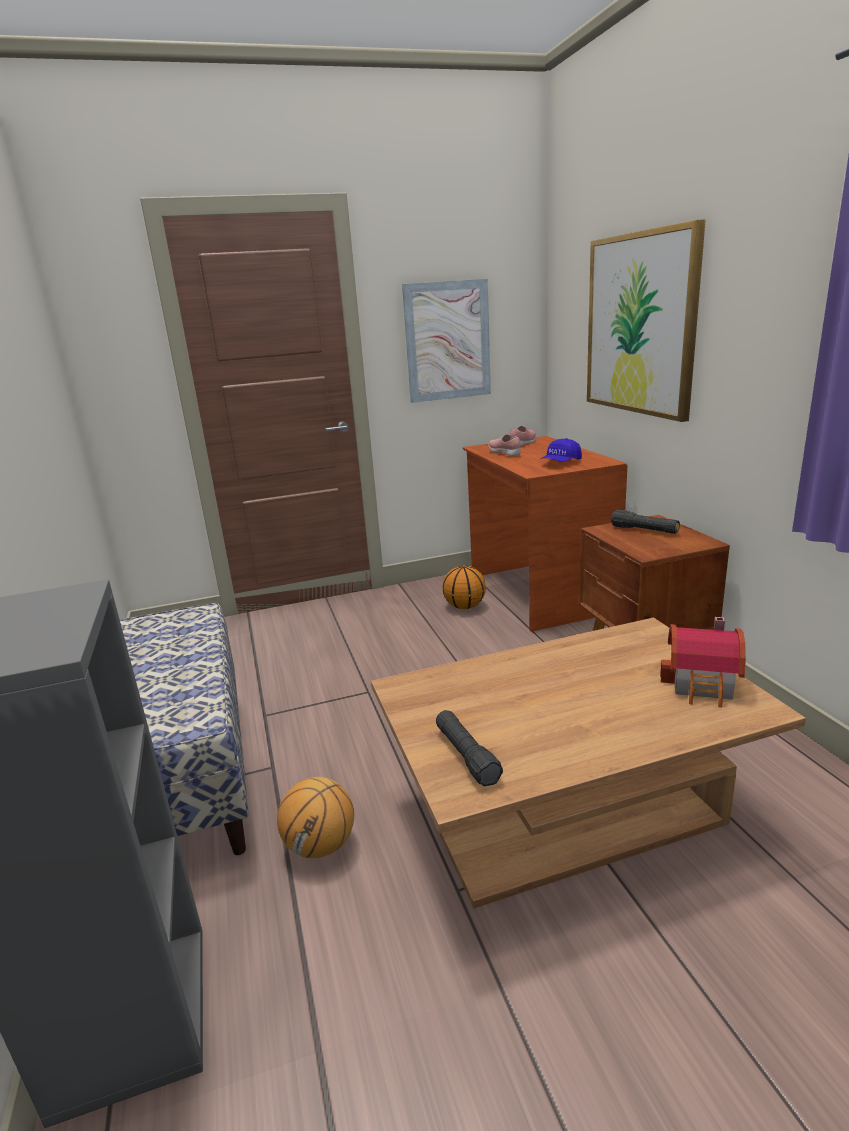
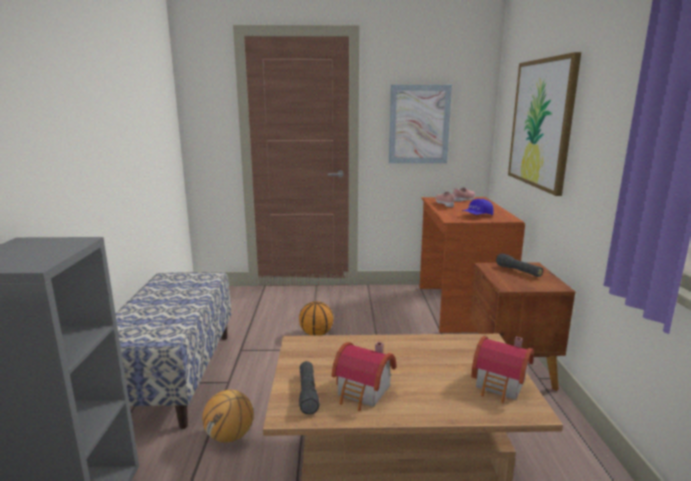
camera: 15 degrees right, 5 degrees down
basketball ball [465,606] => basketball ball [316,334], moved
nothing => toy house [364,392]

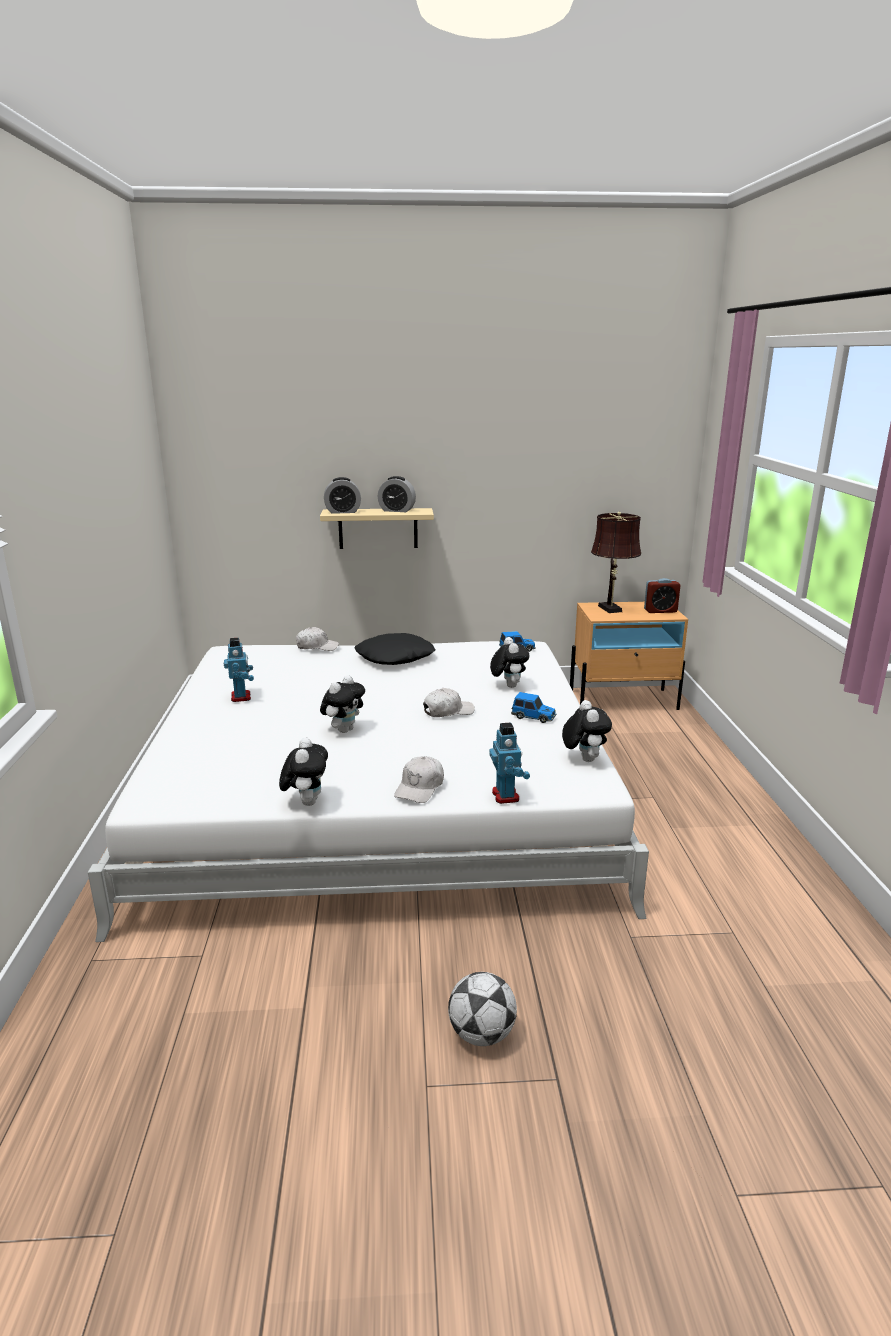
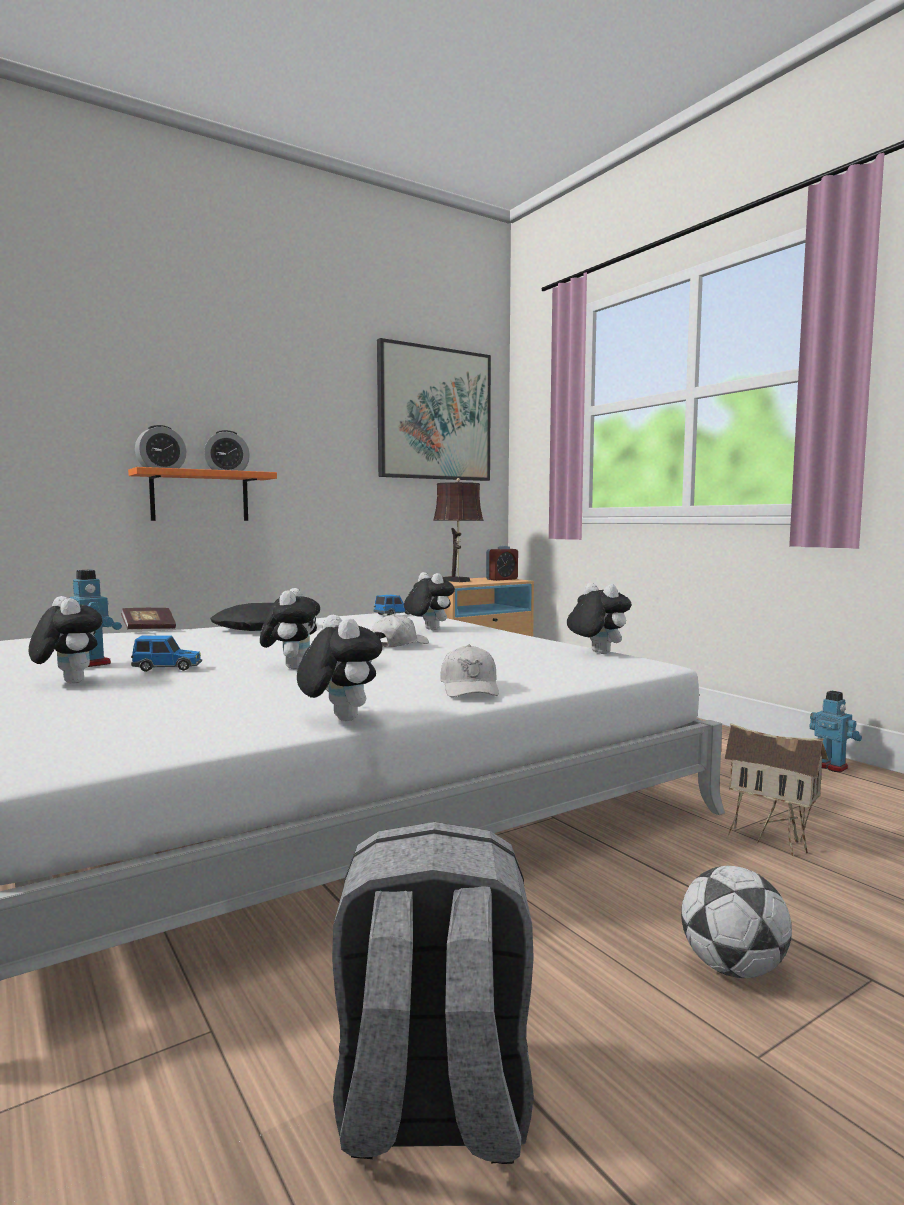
camera: 30 degrees left, 15 degrees down
bracket shelf in sand-coloured [378,528] => bracket shelf in orange-coloured [200,496]
cap in white-coloured [317,647] => volume [149,629]
model car [533,717] => model car [168,668], moved
model robot [506,796] => model robot [831,766], moved
nothing => wall art [434,414]
nothing => plush toy [67,682]
nothing => toy house [771,841]
nothing => rucksack in greyish [432,1109]

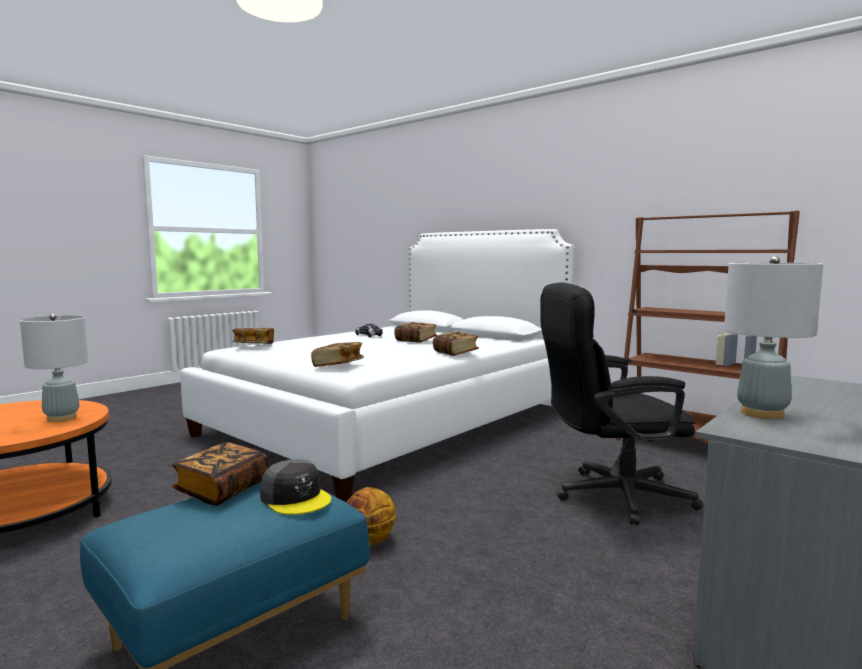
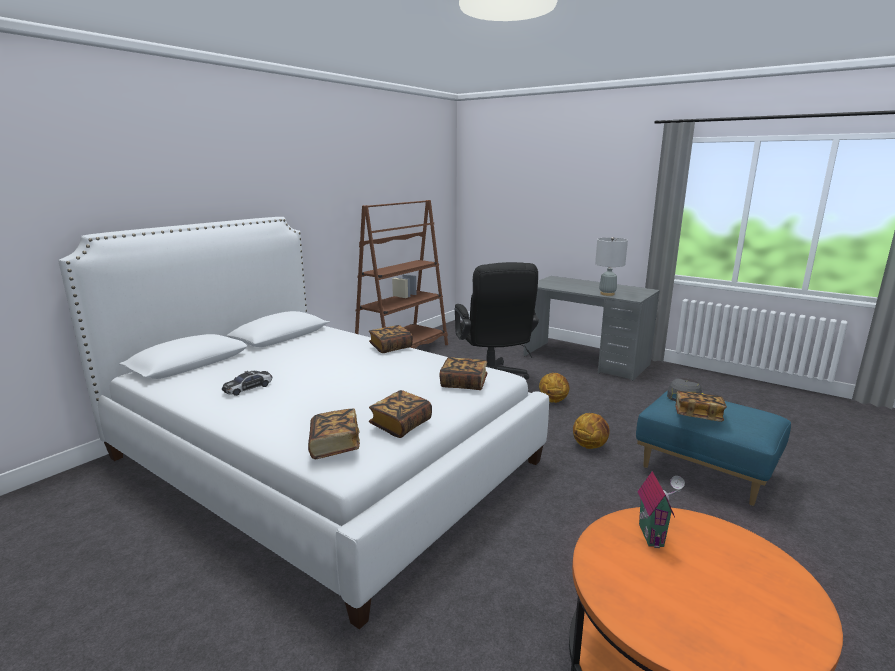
camera: 95 degrees left, 10 degrees up
lamp for a table in greyish [62,418] => toy house [653,535]
volume [415,341] => volume [401,425], moved
nothing => basketball ball [553,400]

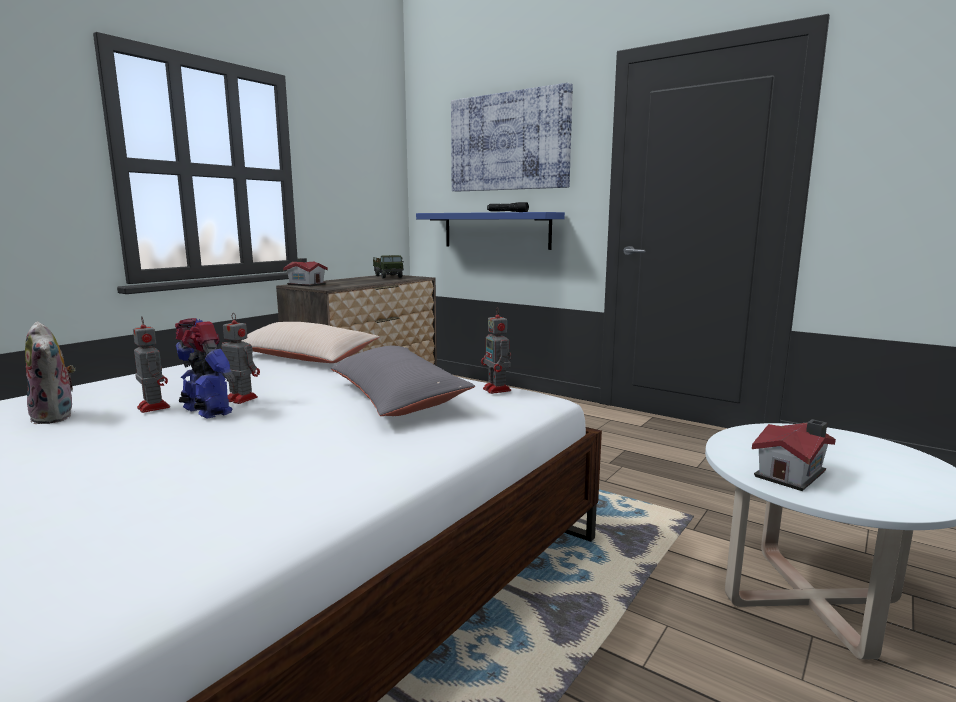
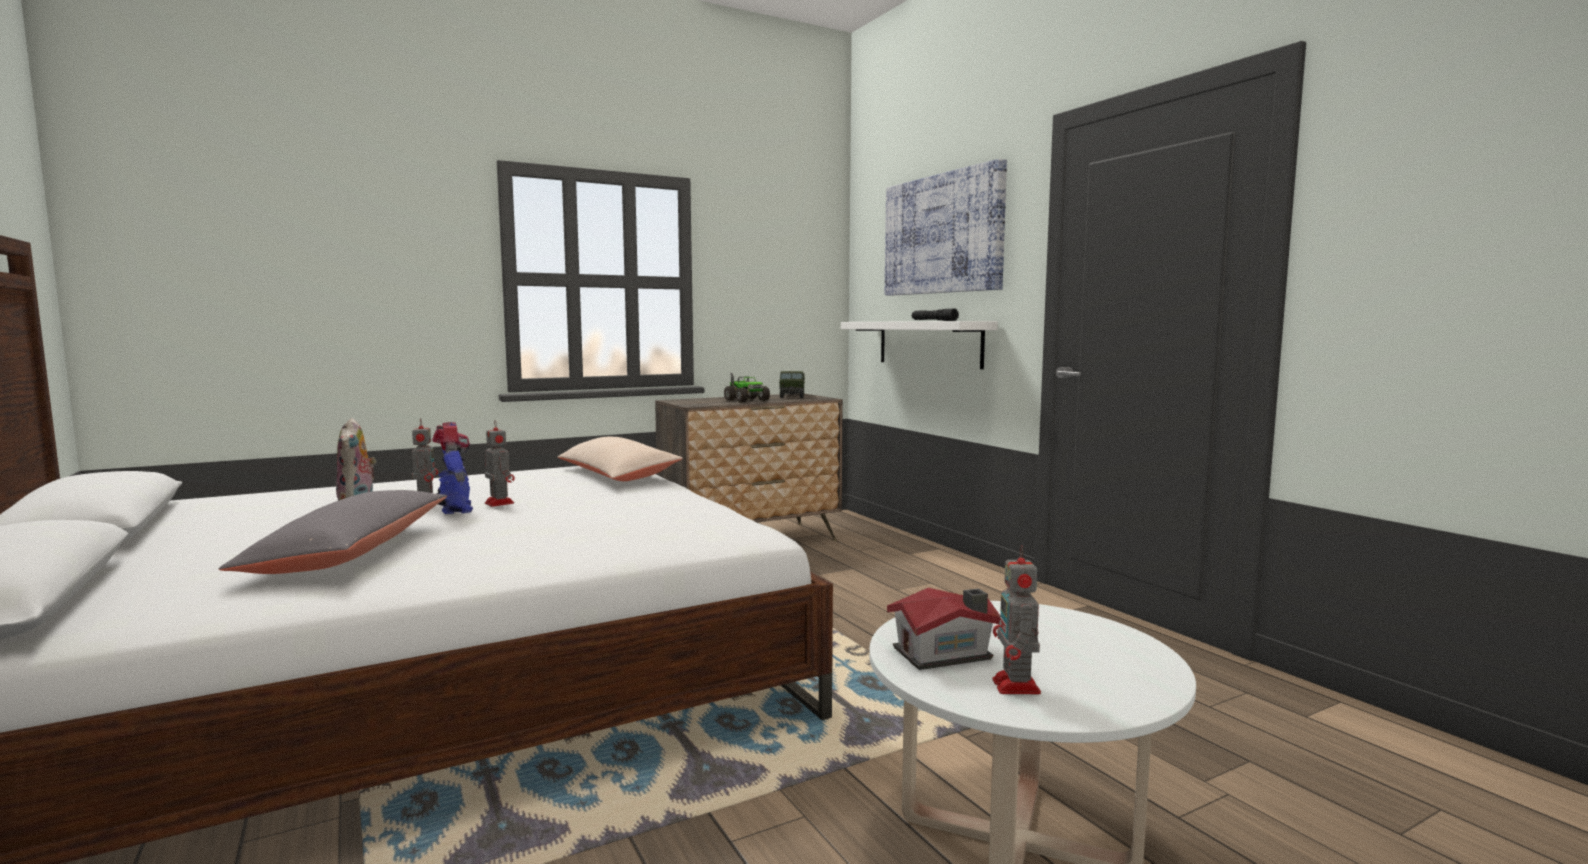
camera: 25 degrees right, 5 degrees down
bracket shelf in blue [496,230] => bracket shelf in white-coloured [929,343]
toy house [306,284] => nothing
model robot [497,390] => model robot [1016,687], moved
pillow in greyish [396,397] => pillow in greyish [350,553], moved
nothing => toy lorry [746,400]

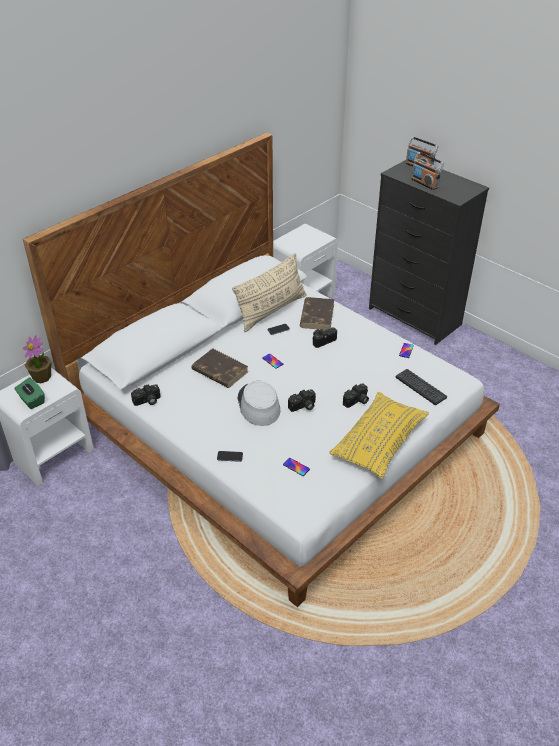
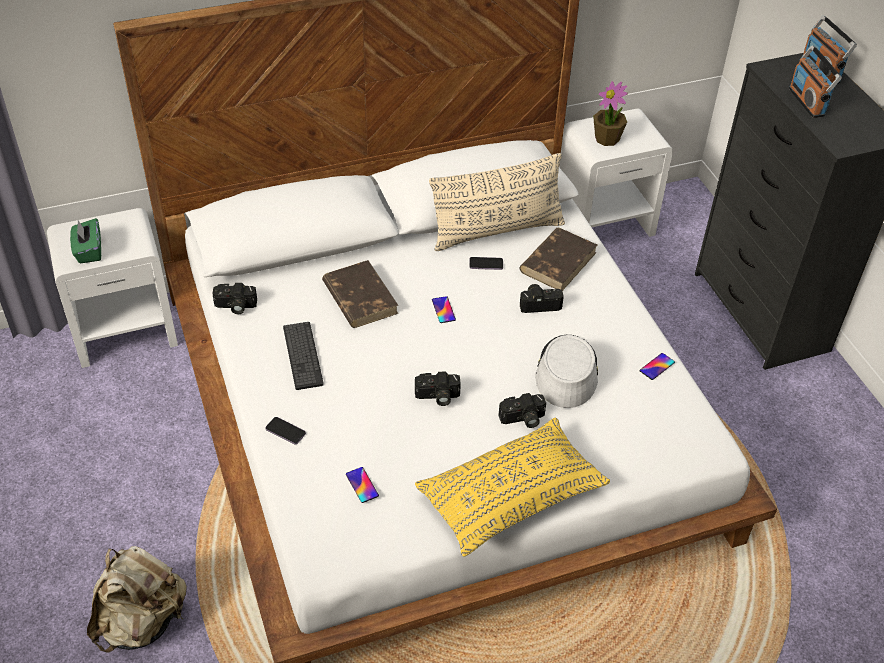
camera: 25 degrees right, 5 degrees up
plant in a pot [41,377] => plant in a pot [607,139], moved
PC keyboard [420,387] => PC keyboard [303,356], moved
clothing hat in greyish [258,405] => clothing hat in greyish [566,372], moved
nothing => rucksack in sand-coloured [142,622]

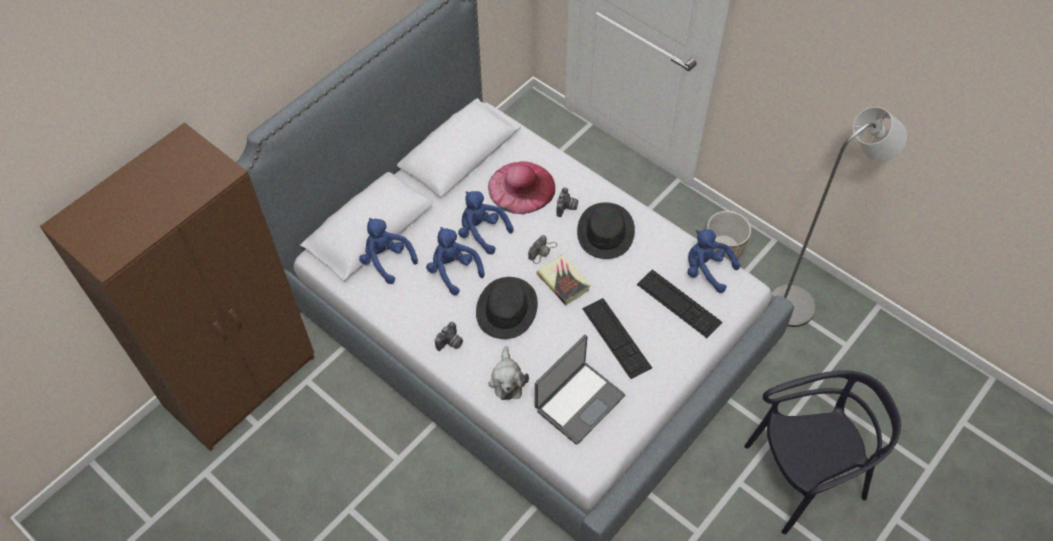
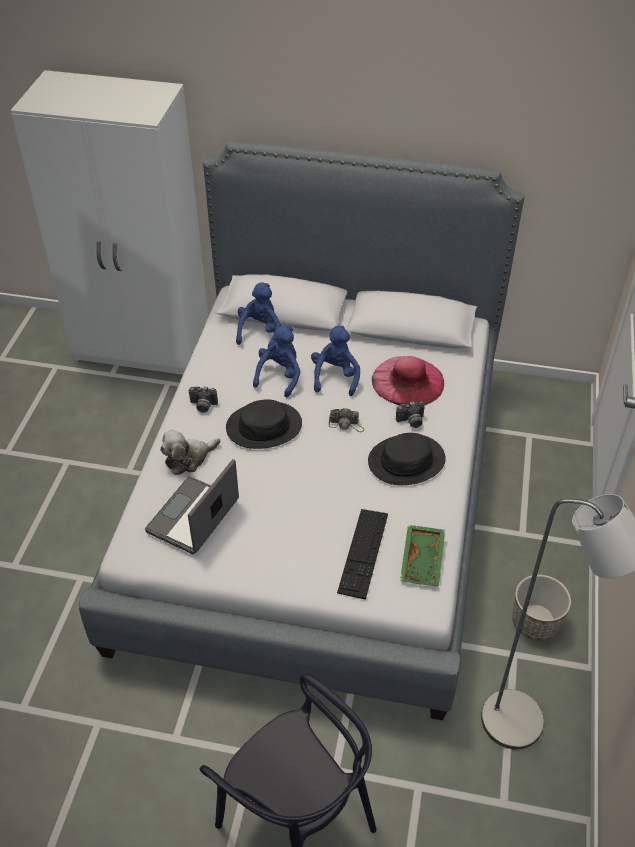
camera: 60 degrees right, 10 degrees down
clothes cupboard in brownish [242,382] => clothes cupboard in white-coloured [144,348]
plush toy in blue [706,270] => serving tray in greenish [423,561]
volume [563,281] => nothing
PC keyboard [616,338] => nothing
laptop [578,401] => laptop [194,517], 105 degrees clockwise

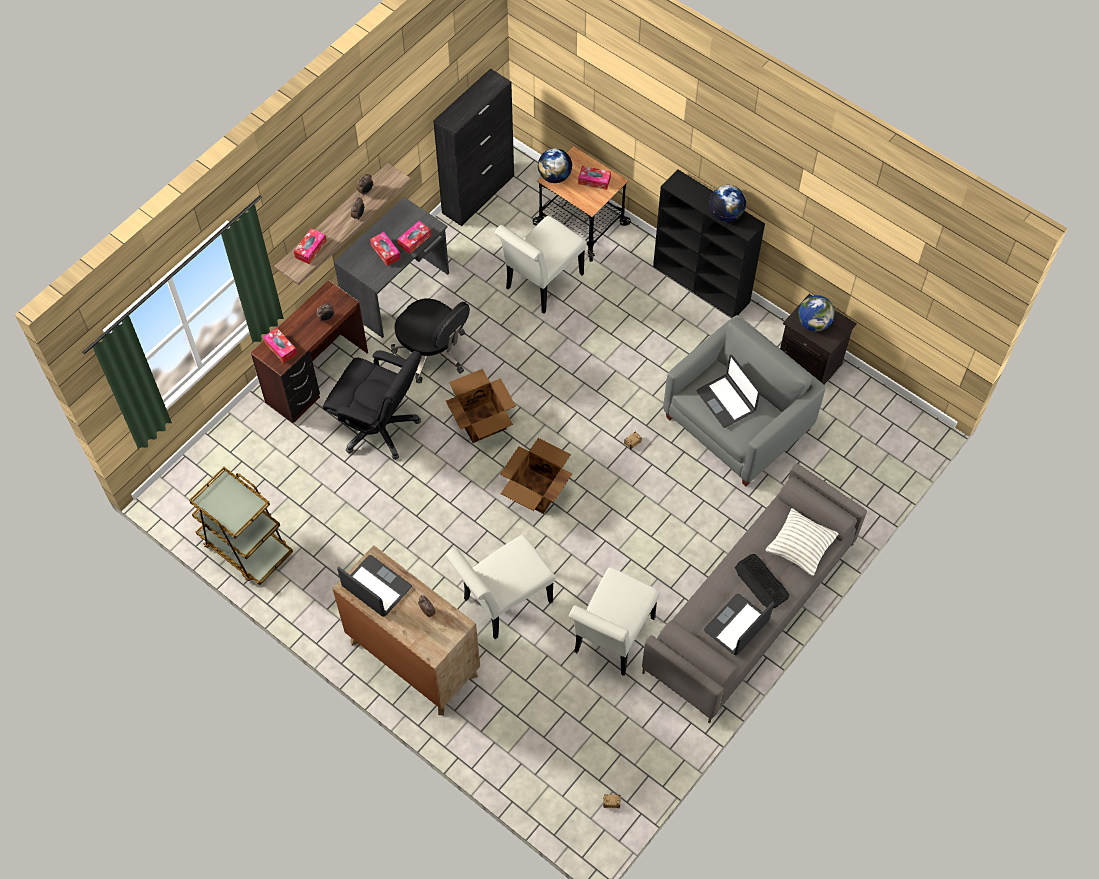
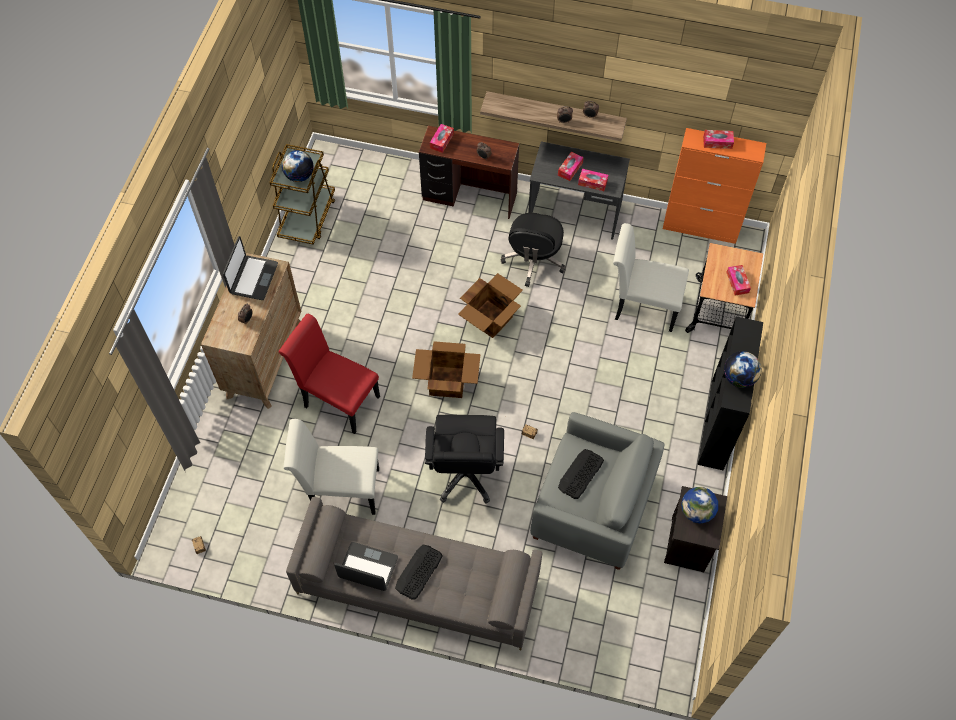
camera: 65 degrees right, 0 degrees up
storage cabinet in black-coloured [478,194] => storage cabinet in orange-coloured [701,227]
world globe [554,176] => world globe [299,176], moved
tissue box [310,249] => tissue box [717,142], moved
desk chair in black-coloured [379,427] => desk chair in black-coloured [465,473], moved
laptop [726,401] => PC keyboard [580,474]
pillow [800,548] => nothing
chair in white-coloured [502,603] => chair in reddish [337,399]

